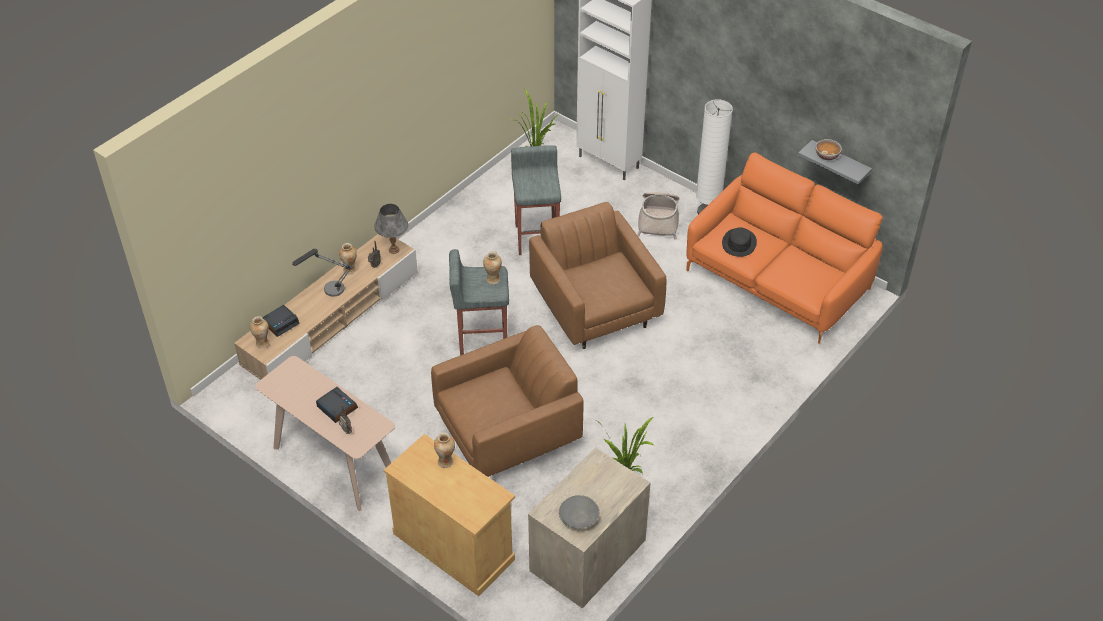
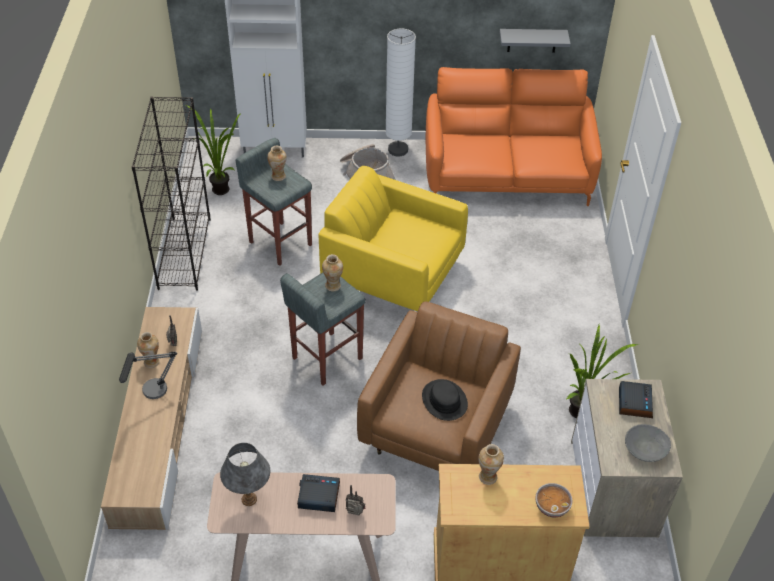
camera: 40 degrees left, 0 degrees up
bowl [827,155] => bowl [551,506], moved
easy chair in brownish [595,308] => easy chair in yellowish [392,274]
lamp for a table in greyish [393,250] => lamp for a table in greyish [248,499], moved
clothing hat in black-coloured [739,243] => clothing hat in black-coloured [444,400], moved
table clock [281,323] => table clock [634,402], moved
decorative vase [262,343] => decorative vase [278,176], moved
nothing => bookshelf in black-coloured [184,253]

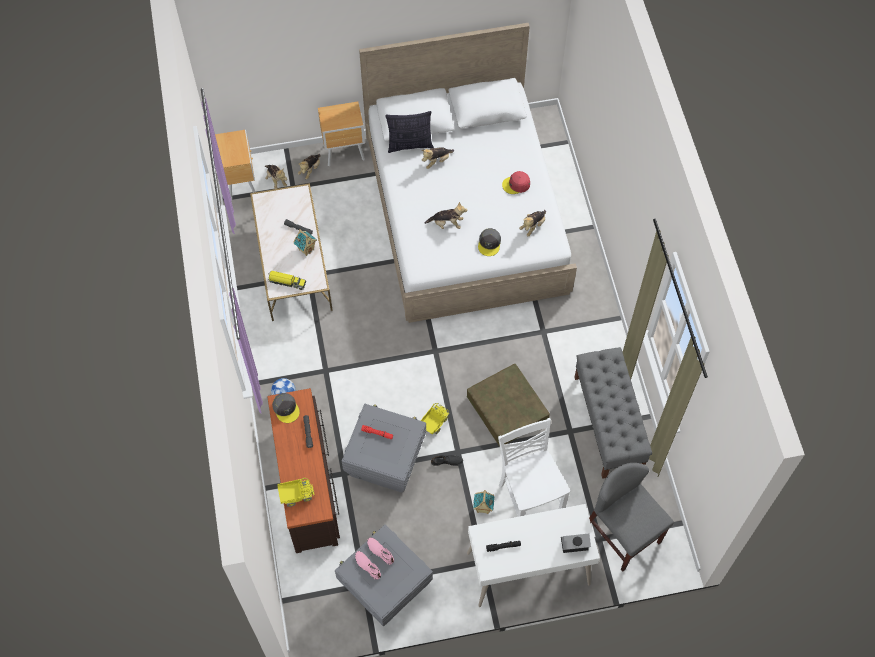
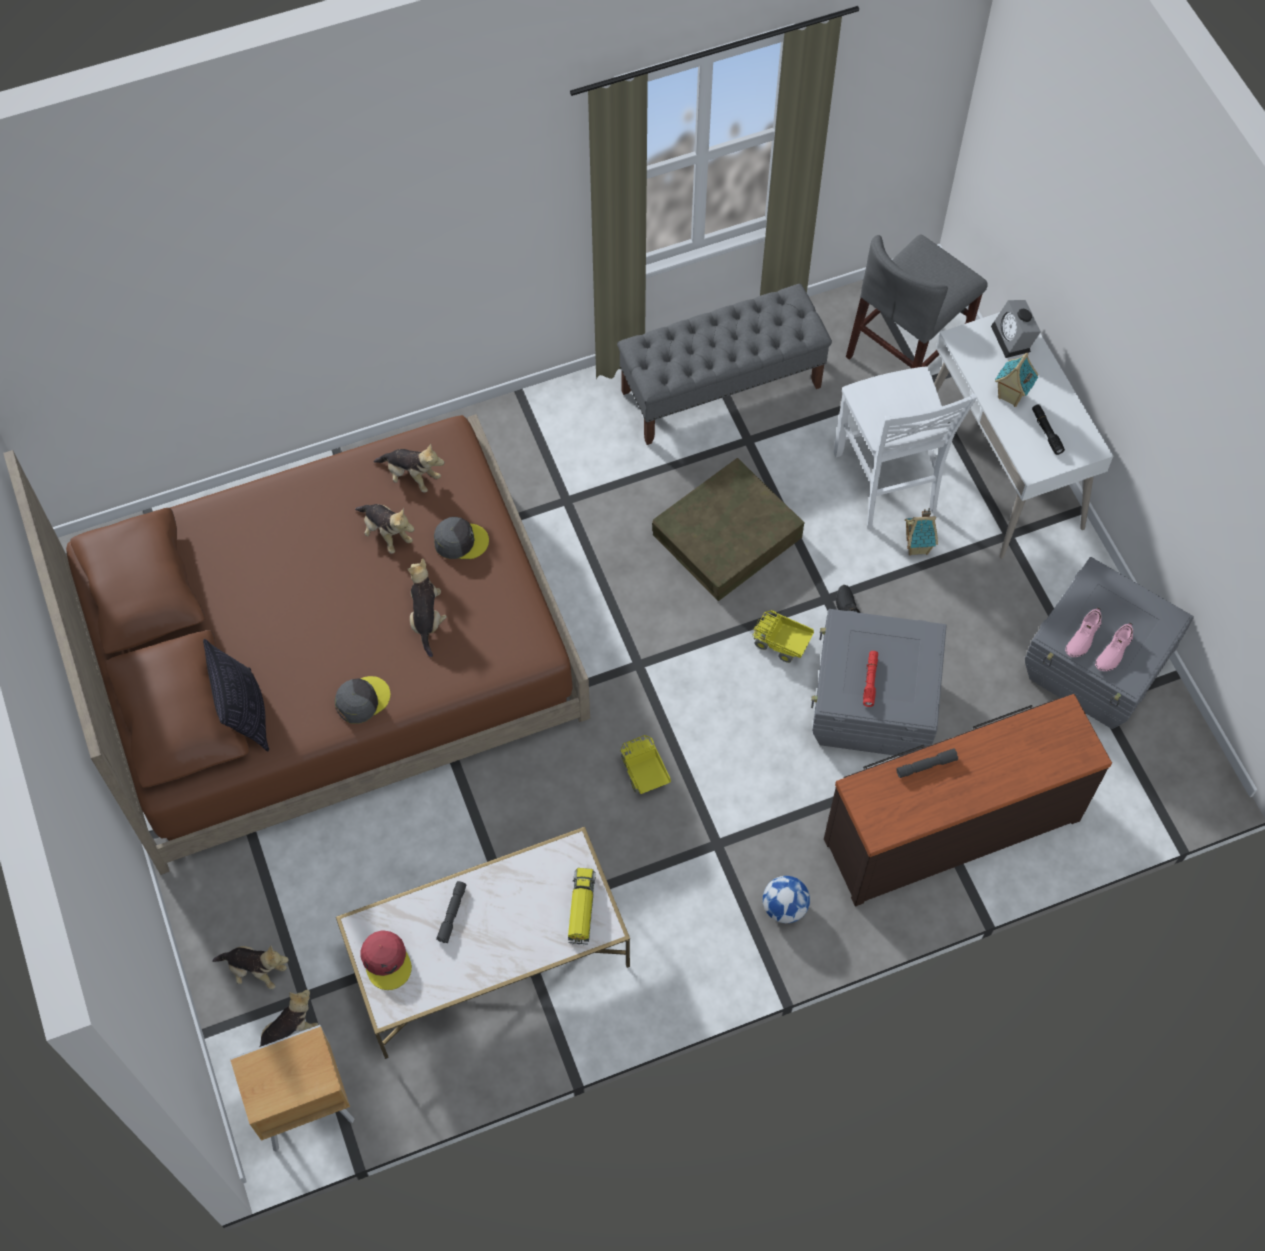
camera: 100 degrees left, 0 degrees up
bedroom bed in white-coloured [466,212] => bedroom bed in brownish [329,658]
nightstand in brownish [345,153] => nothing
plush toy [436,161] => plush toy [386,533], moved
cap in reddish [516,184] => cap in reddish [386,961], moved
toy house [306,249] => toy house [1010,396], moved
cap in greyish [286,408] => cap in greyish [362,700], moved
chair in white-coloured [528,501] => chair in white-coloured [886,484], 75 degrees counterclockwise
toy lorry [296,495] => toy lorry [644,773], moved

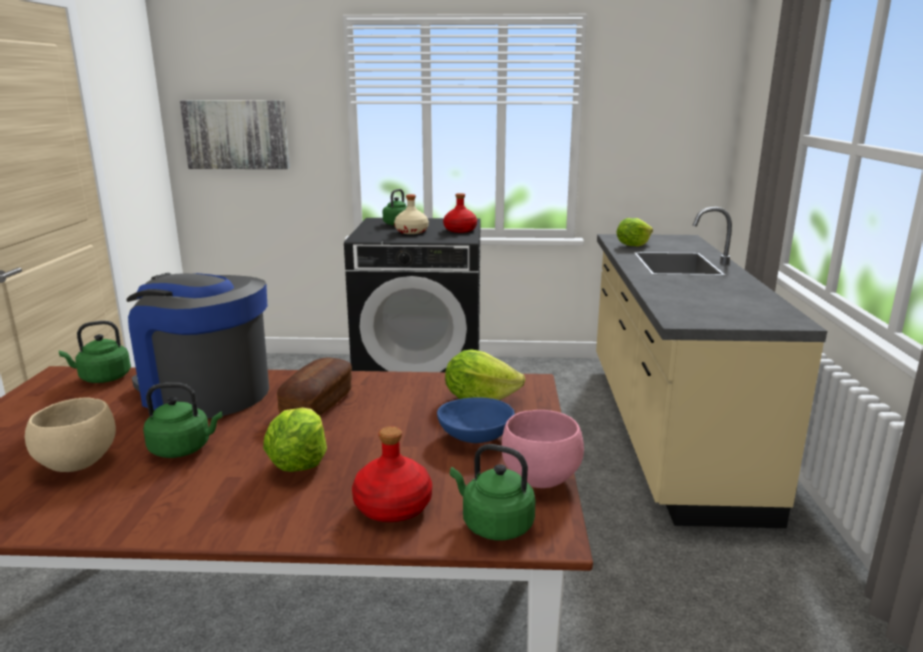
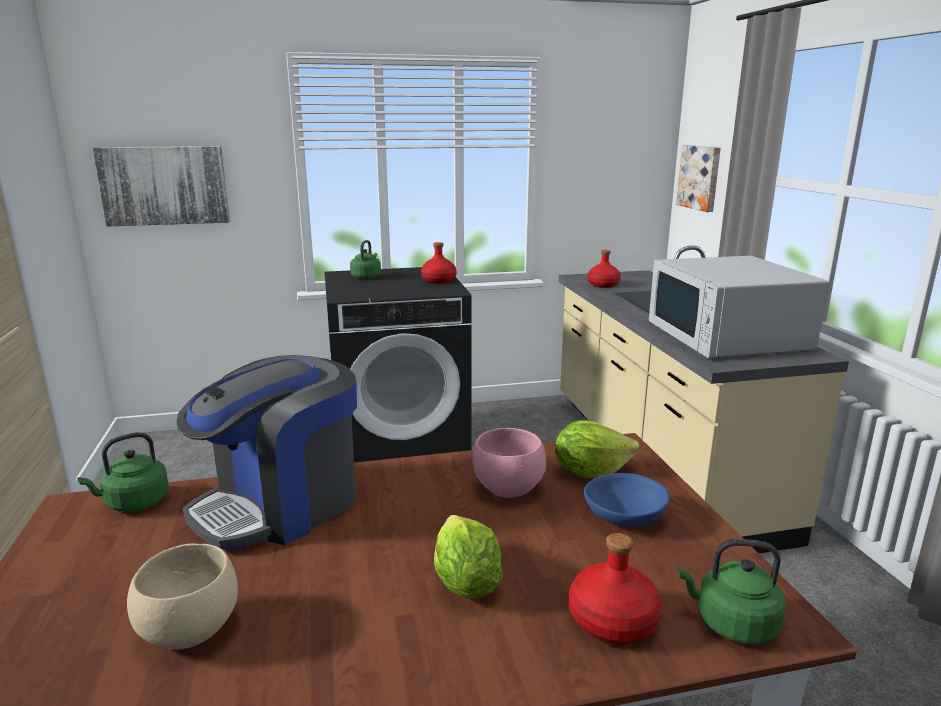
camera: 15 degrees left, 0 degrees up
beverage bottle in sand-coloured [411,232] => nothing
lettuce head [632,245] => beverage bottle in reddish [603,285]
coffee maker [205,392] => coffee maker [281,505], 60 degrees counterclockwise
bread [317,404] => nothing
tea kettle in greenish [183,449] => nothing
bowl in pink [539,479] => bowl in pink [507,490], moved
nothing => wall art [700,177]
nothing => microwave oven in white-coloured [727,337]

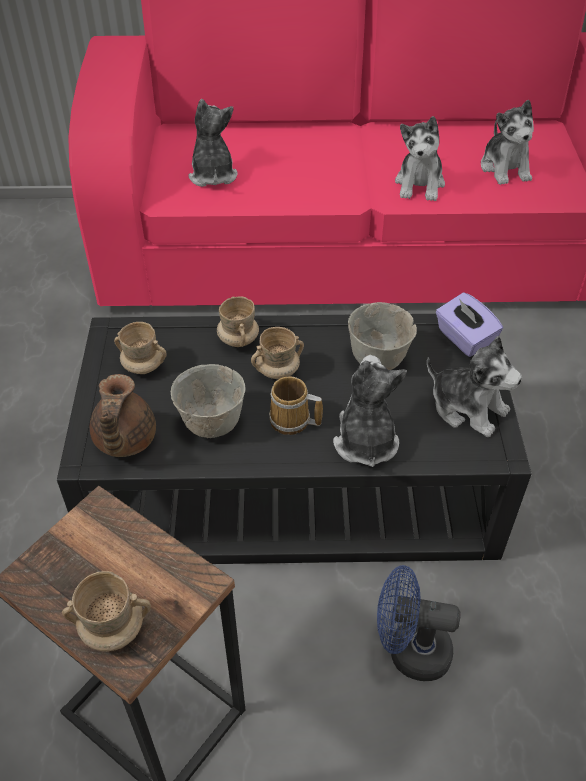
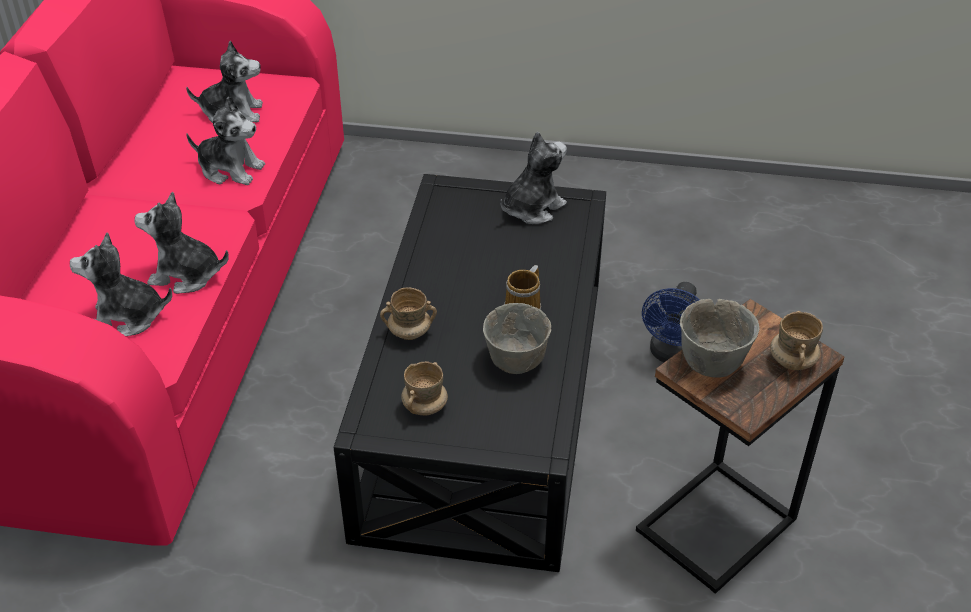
camera: 80 degrees left, 5 degrees down
tissue box in purple [464,339] => nothing
bowl in greyish [379,359] => bowl in greyish [712,362], moved
mug in sand-coloured [277,372] => nothing
plush toy [365,441] => plush toy [186,275], moved
teapot in brownish [124,441] => nothing

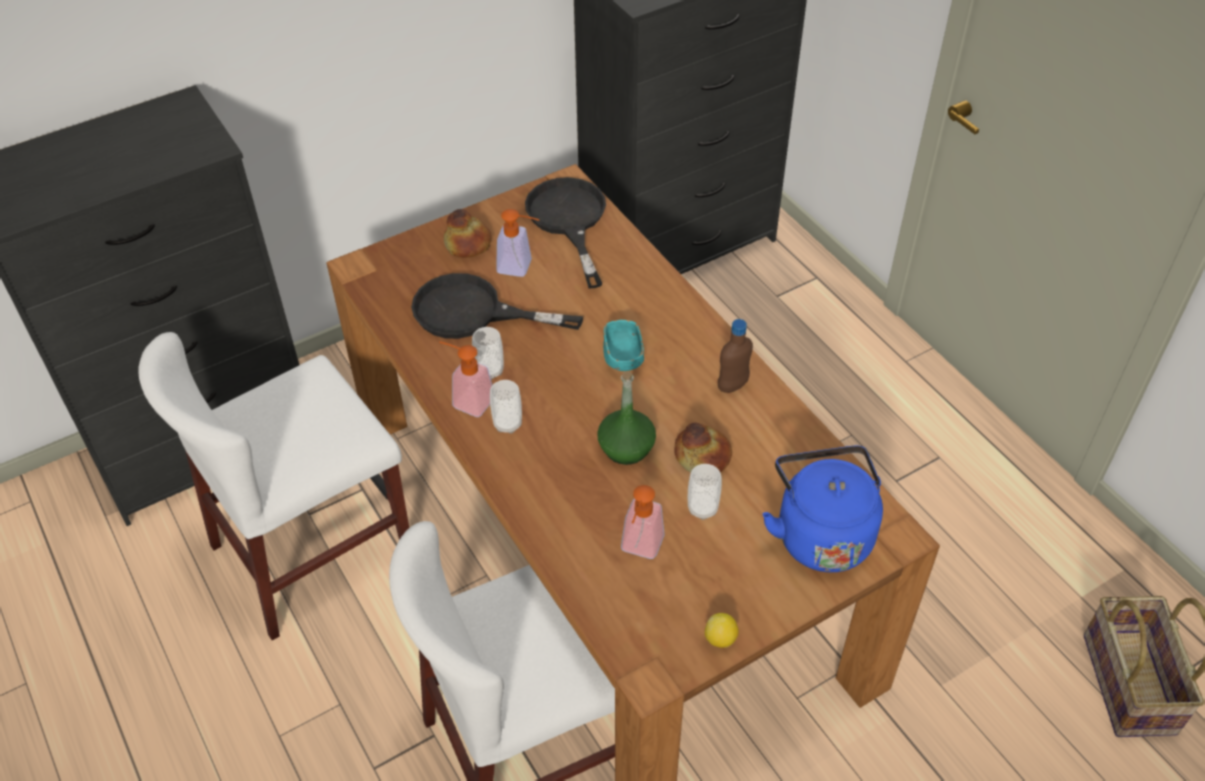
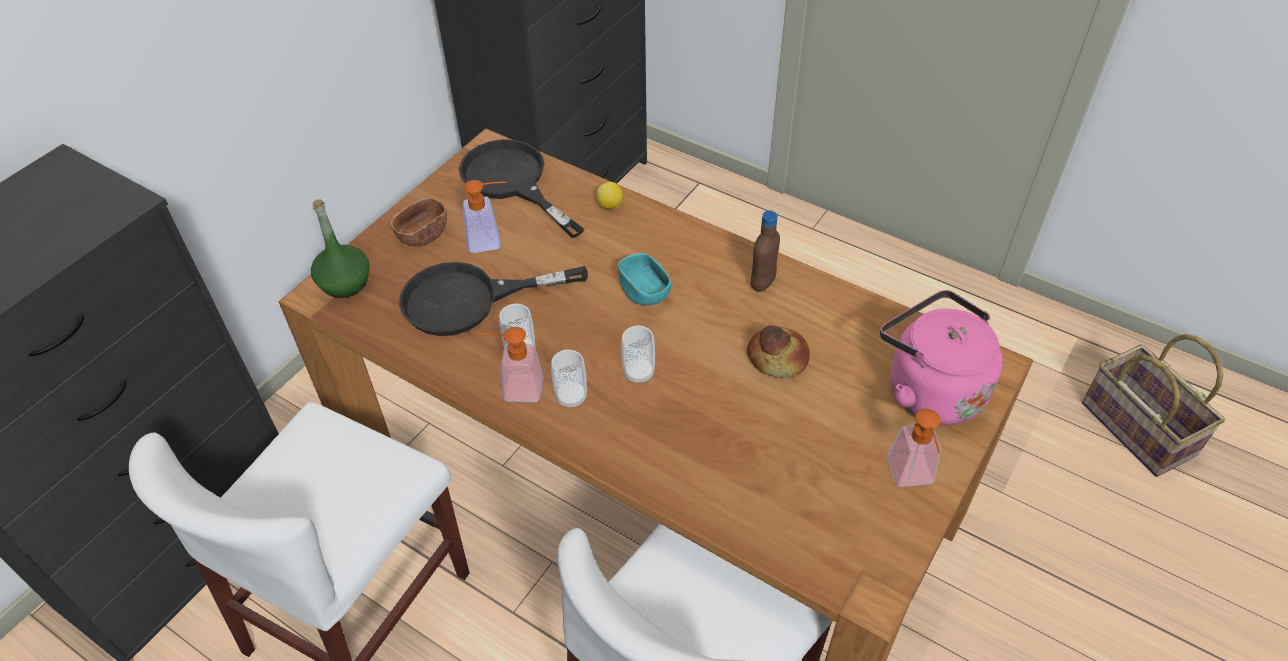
camera: 25 degrees left, 0 degrees up
bread [468,243] => bowl in brownish [423,234]
beverage bottle in greenish [626,448] => beverage bottle in greenish [345,283], moved
tea kettle in blue [821,533] => tea kettle in pink [929,389]
drinking cup [702,508] => drinking cup [638,373], moved
soap bottle [640,549] => soap bottle [912,478], moved
citrus fruit [720,639] => citrus fruit [610,206], moved

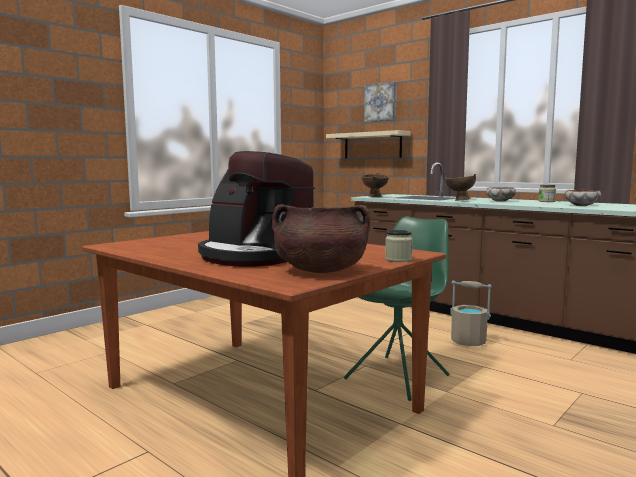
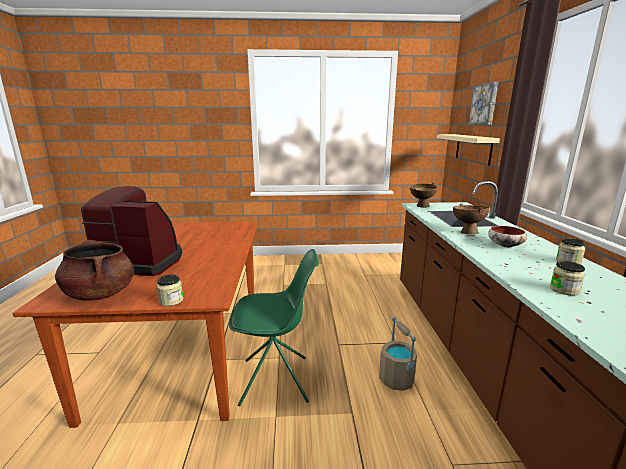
camera: 45 degrees right, 10 degrees up
coffee maker [254,256] => coffee maker [141,262], 105 degrees clockwise
bowl [582,206] => storage jar [564,290]

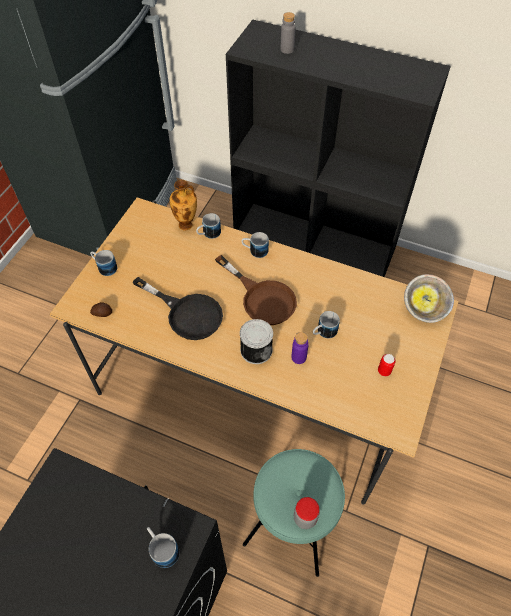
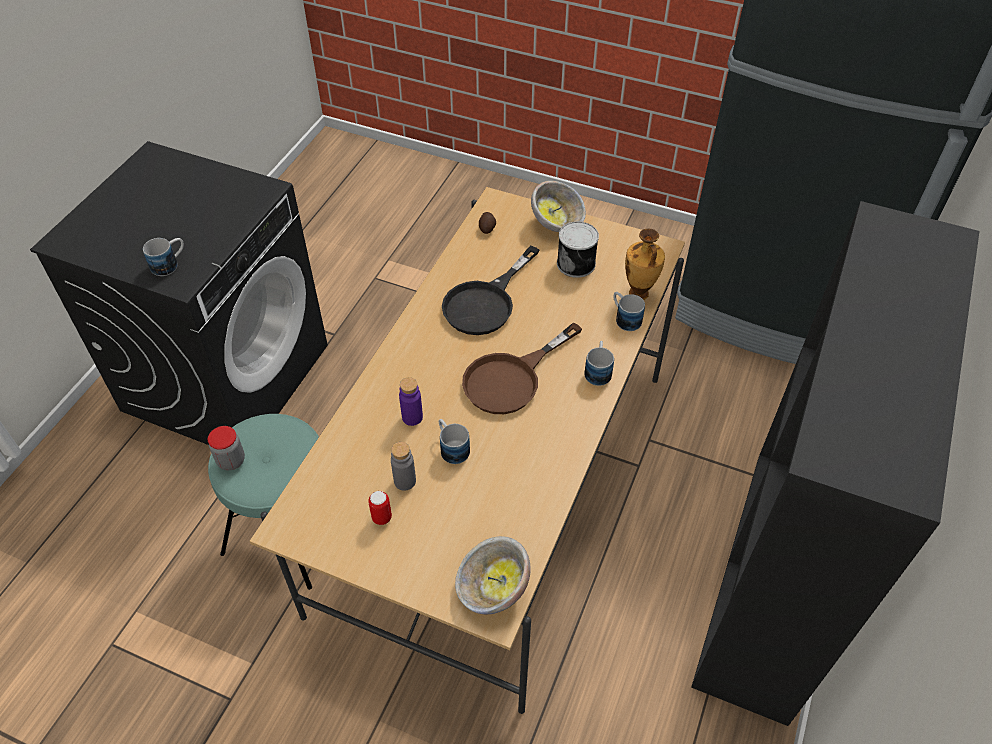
camera: 90 degrees right, 5 degrees down
beverage bottle in greyish [287,49] => beverage bottle in greyish [405,481], moved
mug [104,267] => bowl [557,223]
can [255,349] => can [577,263], moved

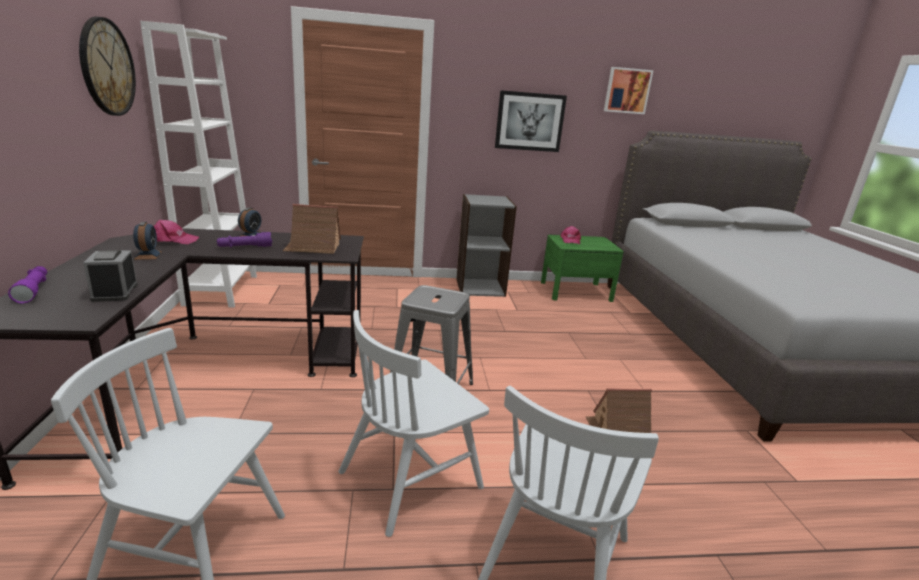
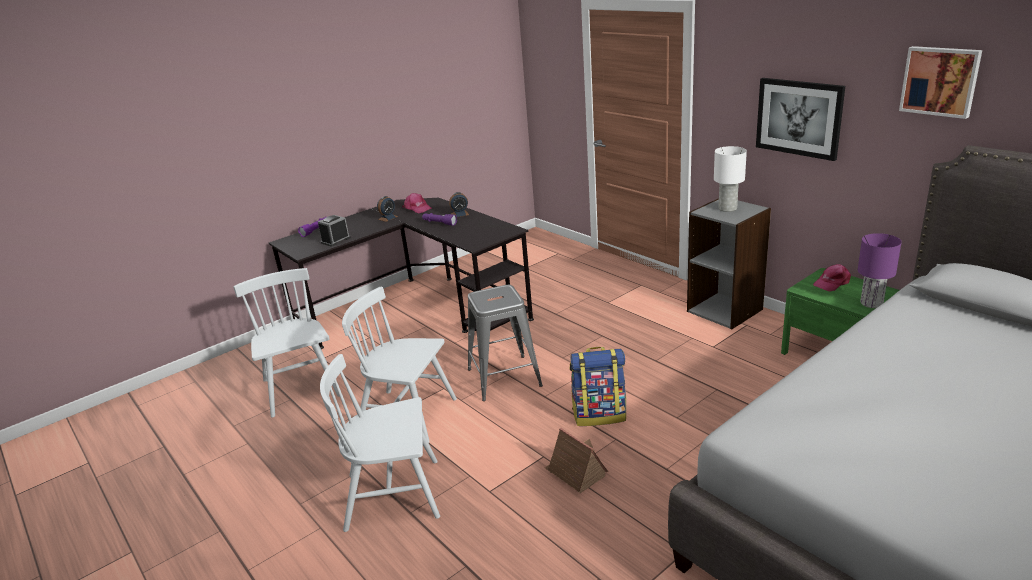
camera: 60 degrees right, 5 degrees up
hanging clock [107,67] => nothing
bookshelf in white-coloured [221,290] => nothing
toy house [313,247] => nothing
nothing => lamp for a table in white-coloured [727,208]
nothing => lamp for a table in purple [871,303]
nothing => rucksack [599,414]

